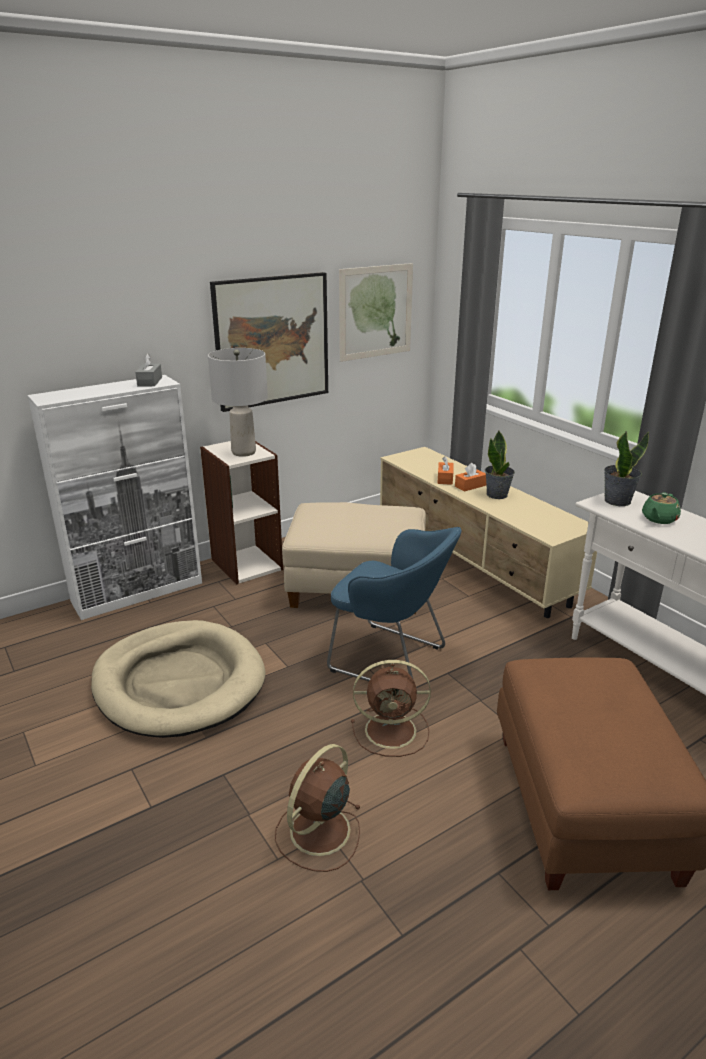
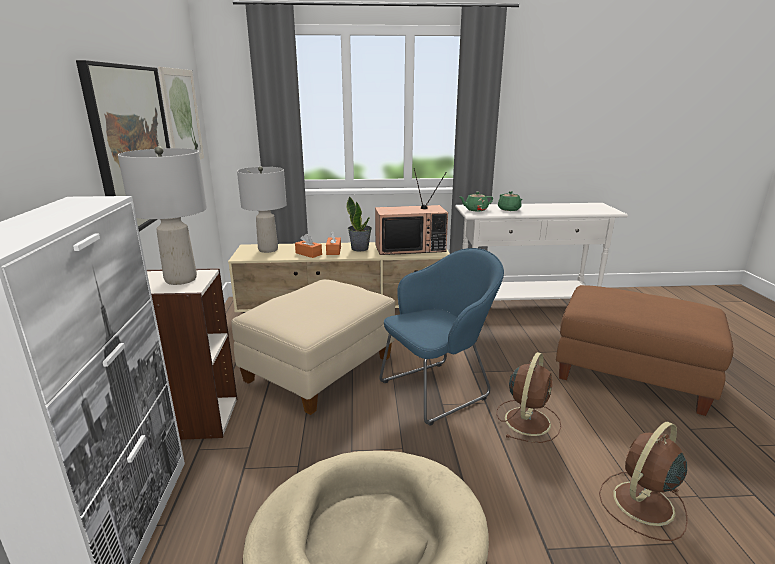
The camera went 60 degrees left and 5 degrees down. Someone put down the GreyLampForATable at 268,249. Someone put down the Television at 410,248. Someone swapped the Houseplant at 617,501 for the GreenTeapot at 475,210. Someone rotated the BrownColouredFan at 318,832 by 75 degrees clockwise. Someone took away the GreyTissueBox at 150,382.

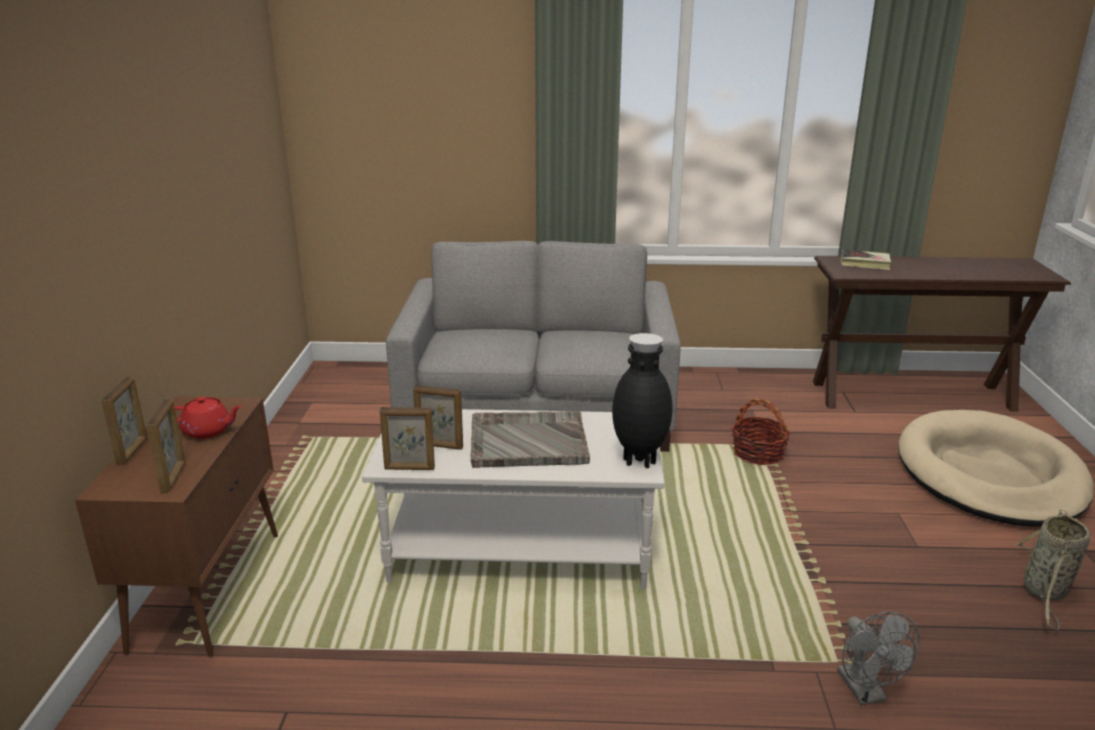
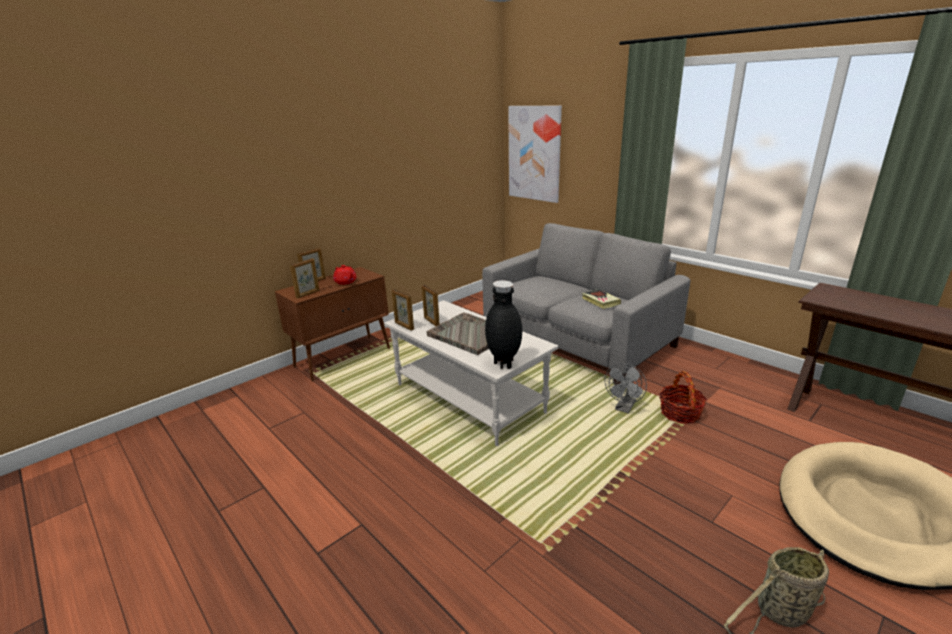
The camera went 45 degrees right and 0 degrees up. Someone put up the WallPicture at 534,153. Someone carried the BoundBook from 865,263 to 600,301. Someone carried the GreyFan from 866,692 to 624,408.

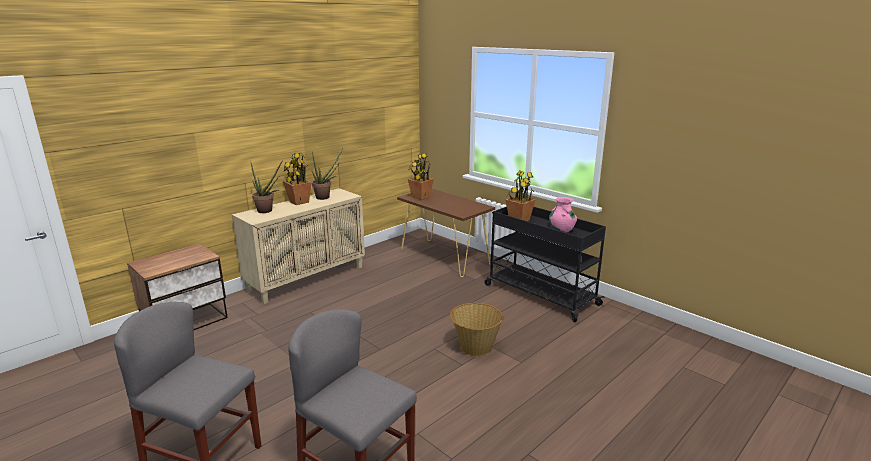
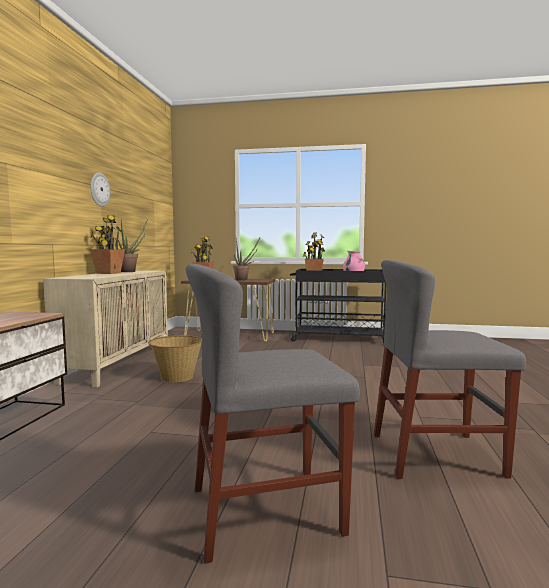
The camera went 35 degrees left and 15 degrees down. Someone put up the WallClock at 99,189. Someone carried the HouseholdBasket from 475,347 to 176,377. Someone carried the Houseplant from 268,211 to 244,279.

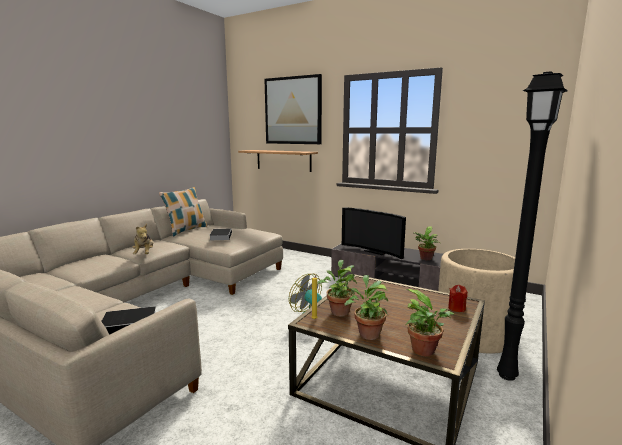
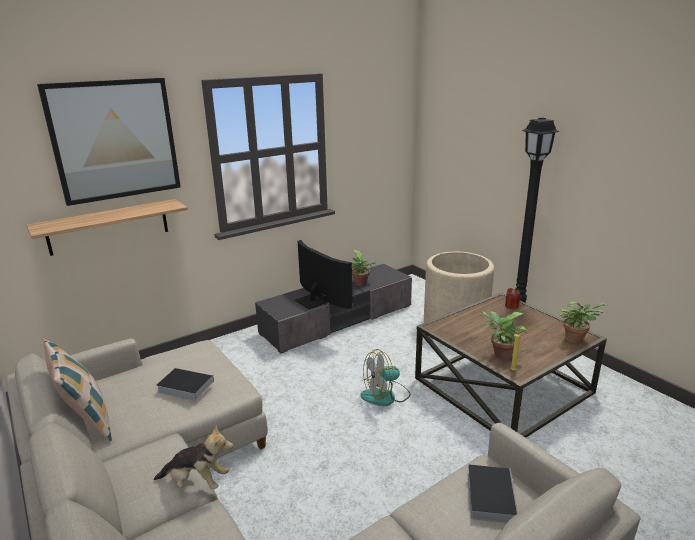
The camera went 65 degrees left and 10 degrees up. Someone rotated the Television at 375,251 by 105 degrees counterclockwise. Someone took away the Houseplant at 367,333.

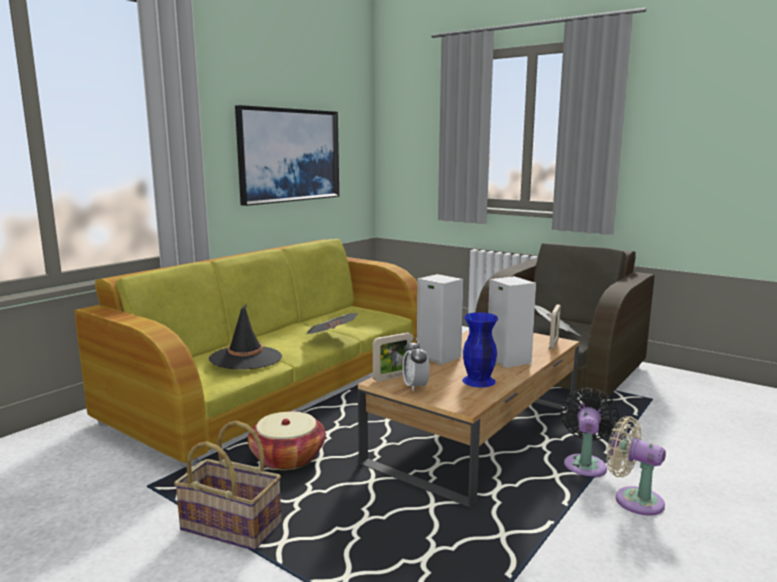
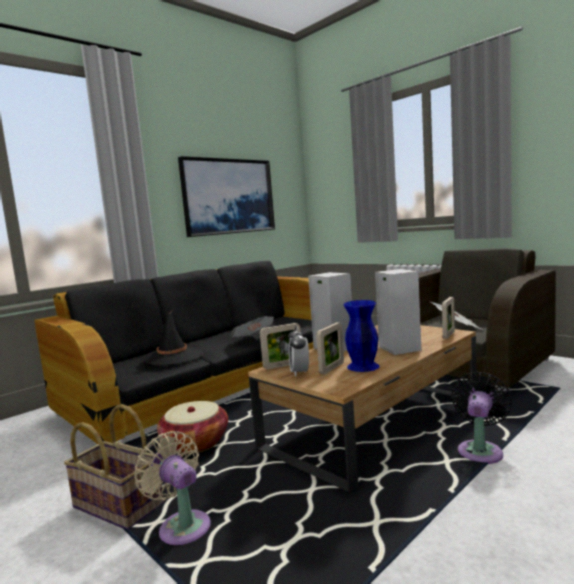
The camera went 10 degrees right and 5 degrees down. Someone repainted the GreenCouch at 279,385, which became the BlackCouch at 213,382. Someone carried the BeigeColouredFan from 633,499 to 182,526. Someone put down the PhotoFrame at 332,368.

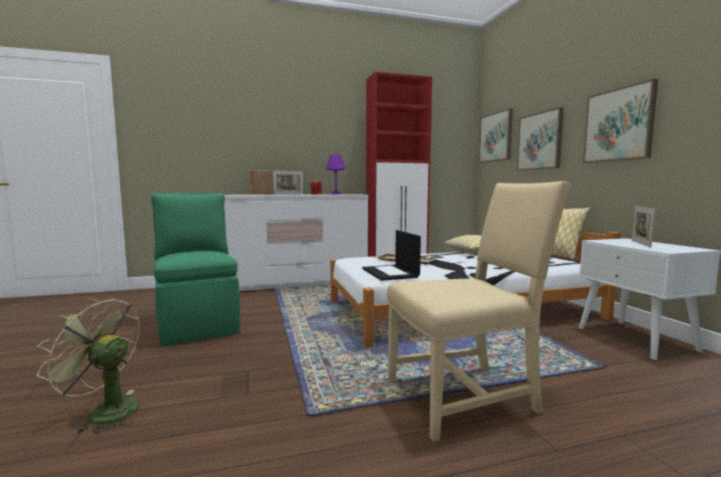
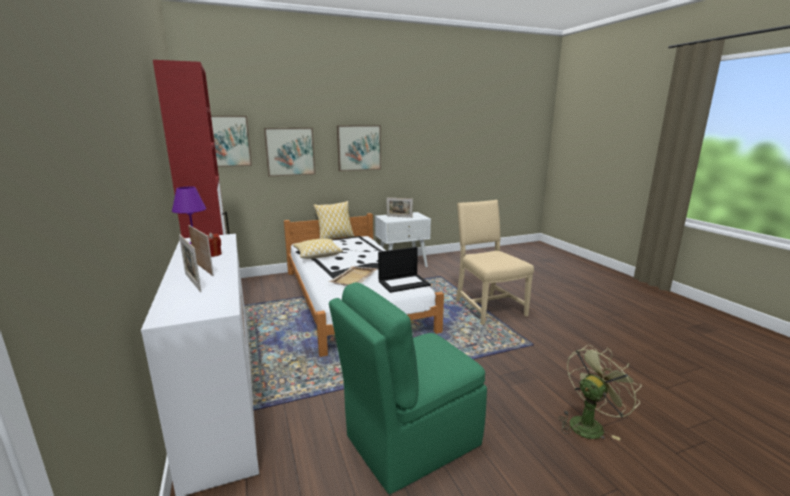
The camera went 95 degrees left and 10 degrees up. Someone rotated the GreenFan at 104,411 by 135 degrees counterclockwise.

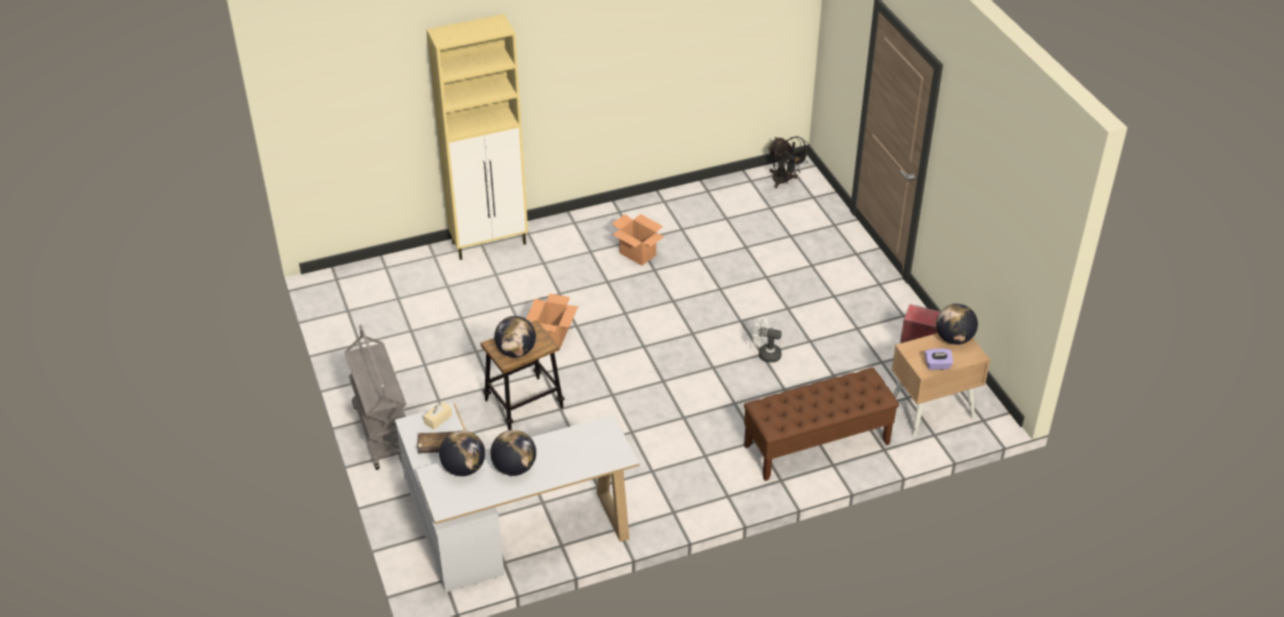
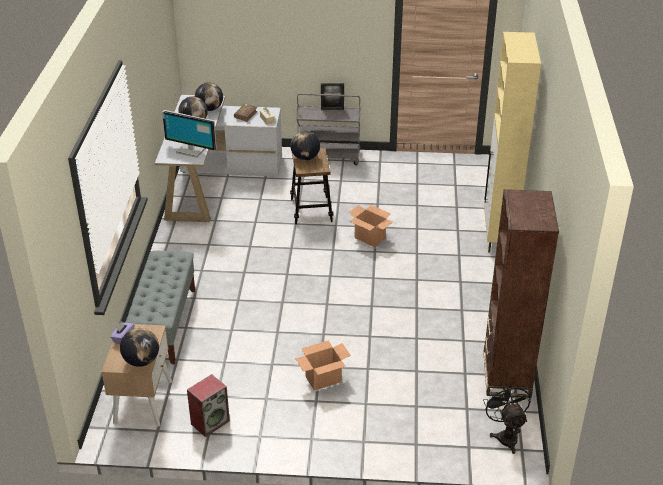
The camera went 115 degrees right and 5 degrees down. Someone repainted the BrownColouredBench at 816,445, which became the GreyBench at 165,324. Someone put down the Monitor at 191,150. Someone carried the CardboardBox from 638,254 to 323,379. Someone put down the PhotoFrame at 332,109. Someone rotated the BlackFan at 784,181 by 90 degrees clockwise. Someone put down the BrownColouredBookcase at 506,374. Someone took away the WhitishFan at 765,354.

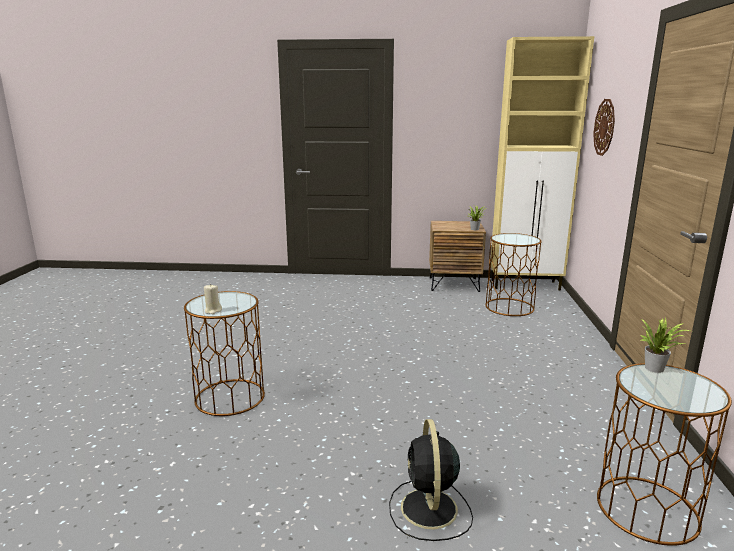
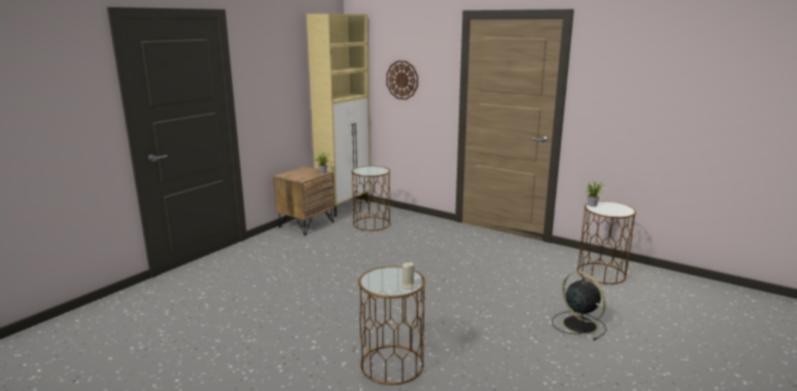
The camera went 60 degrees left and 0 degrees up. Someone rotated the BlackFan at 429,510 by 150 degrees counterclockwise.

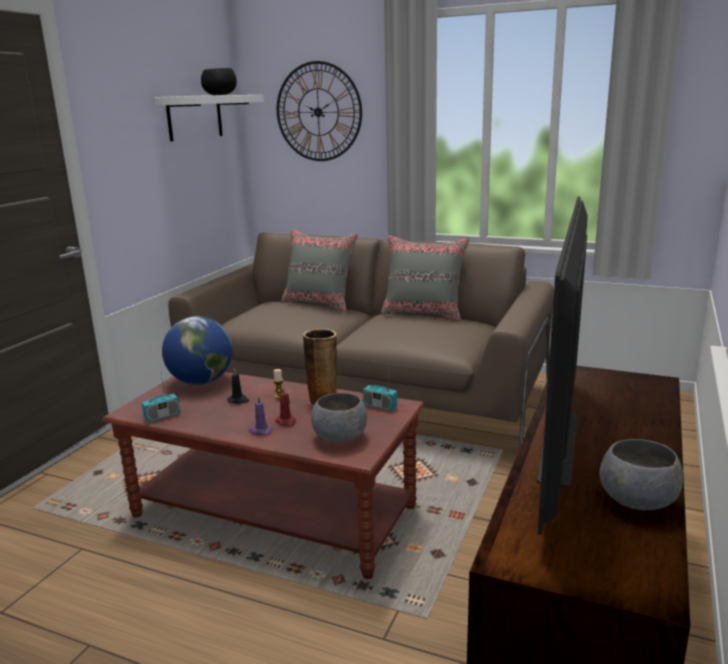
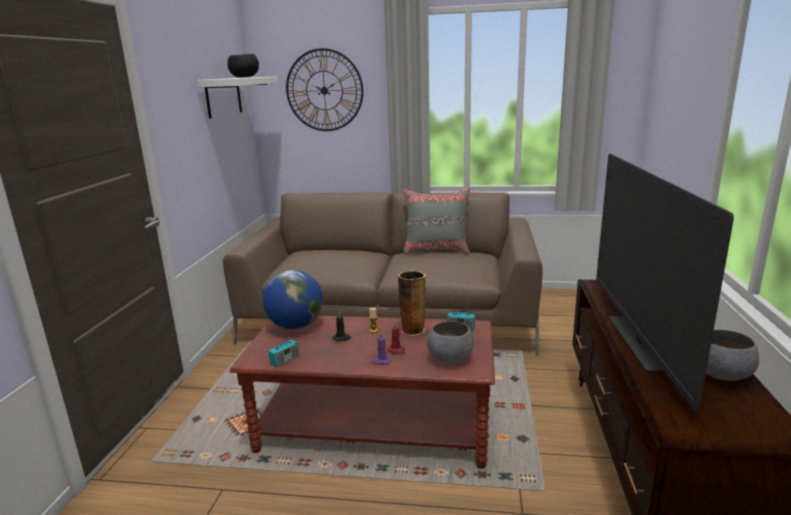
The camera went 15 degrees left and 0 degrees up. Someone took away the GreyCushion at 319,304.

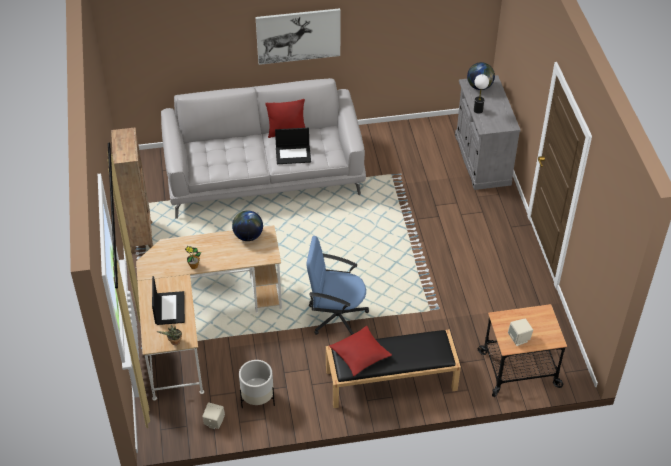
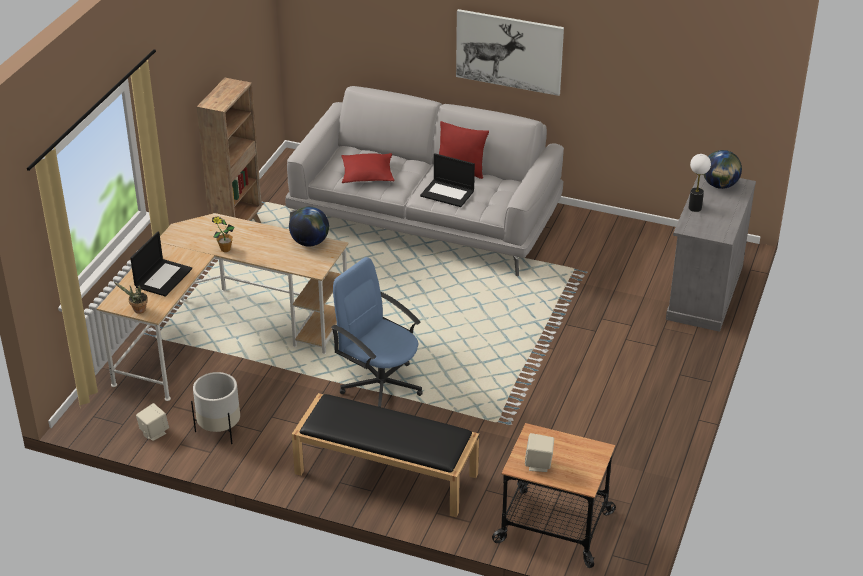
The camera went 30 degrees right and 10 degrees down. Someone carried the RedColouredCushion from 360,354 to 367,174.

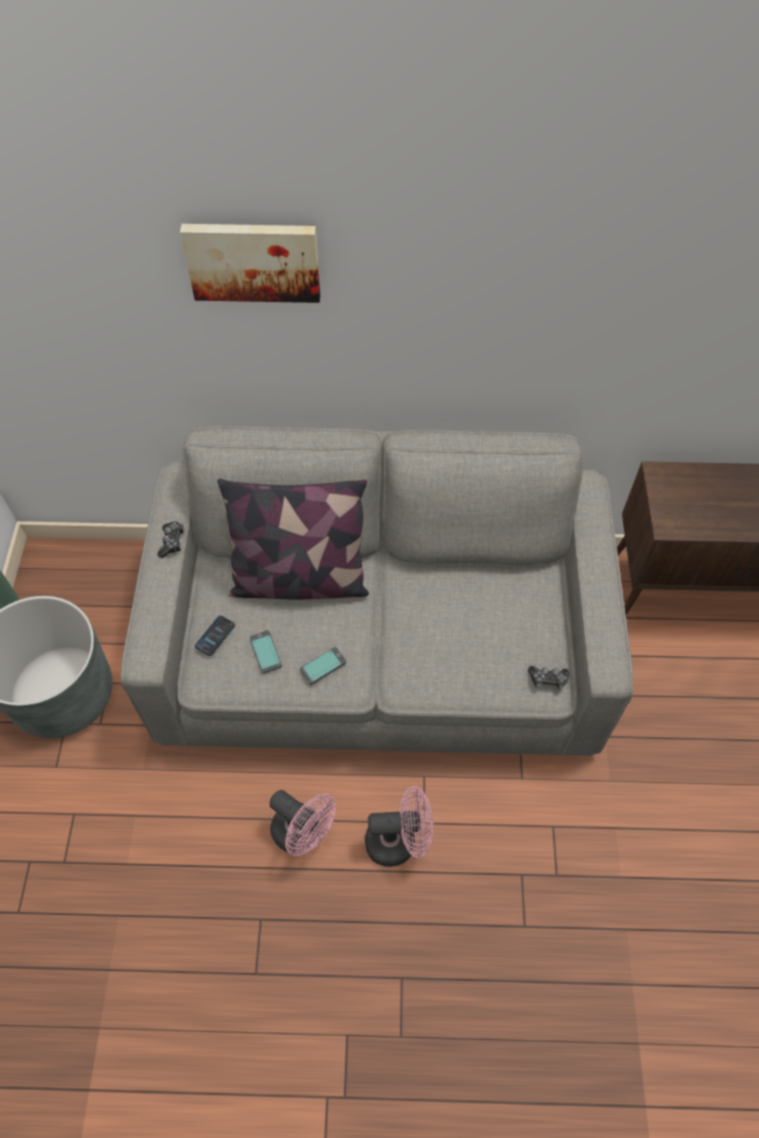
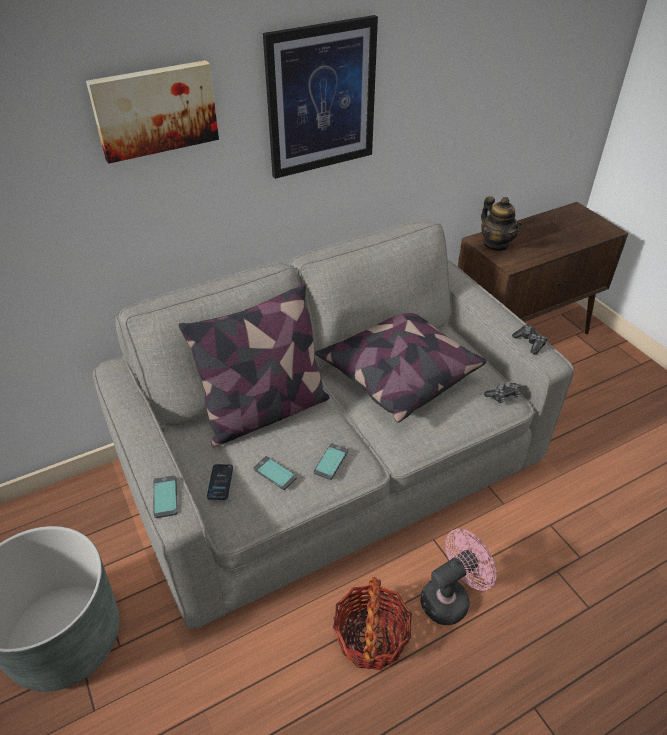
The camera went 30 degrees left and 15 degrees down. Someone put down the Handset at 165,497. Someone put up the WallPicture at 321,98. Someone put down the Cushion at 397,375. Someone swapped the PinkColouredFan at 303,834 for the HouseholdBasket at 371,637. Someone put down the Teapot at 496,244. Someone carried the Gamepad from 172,542 to 529,342.

